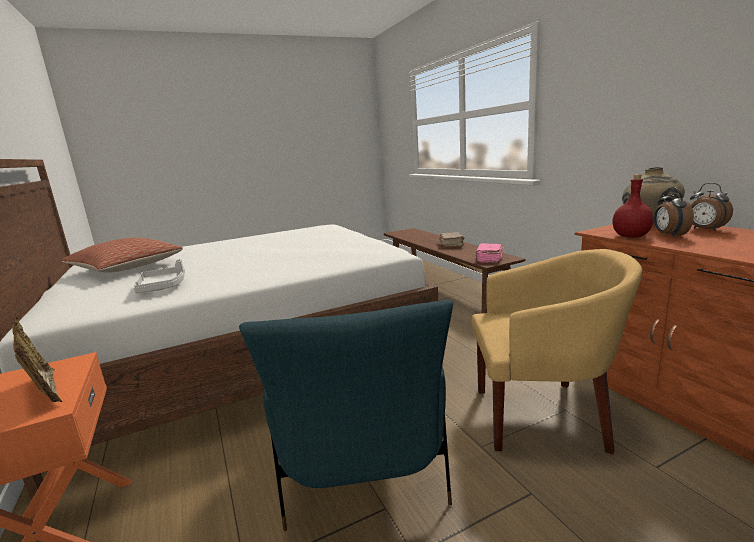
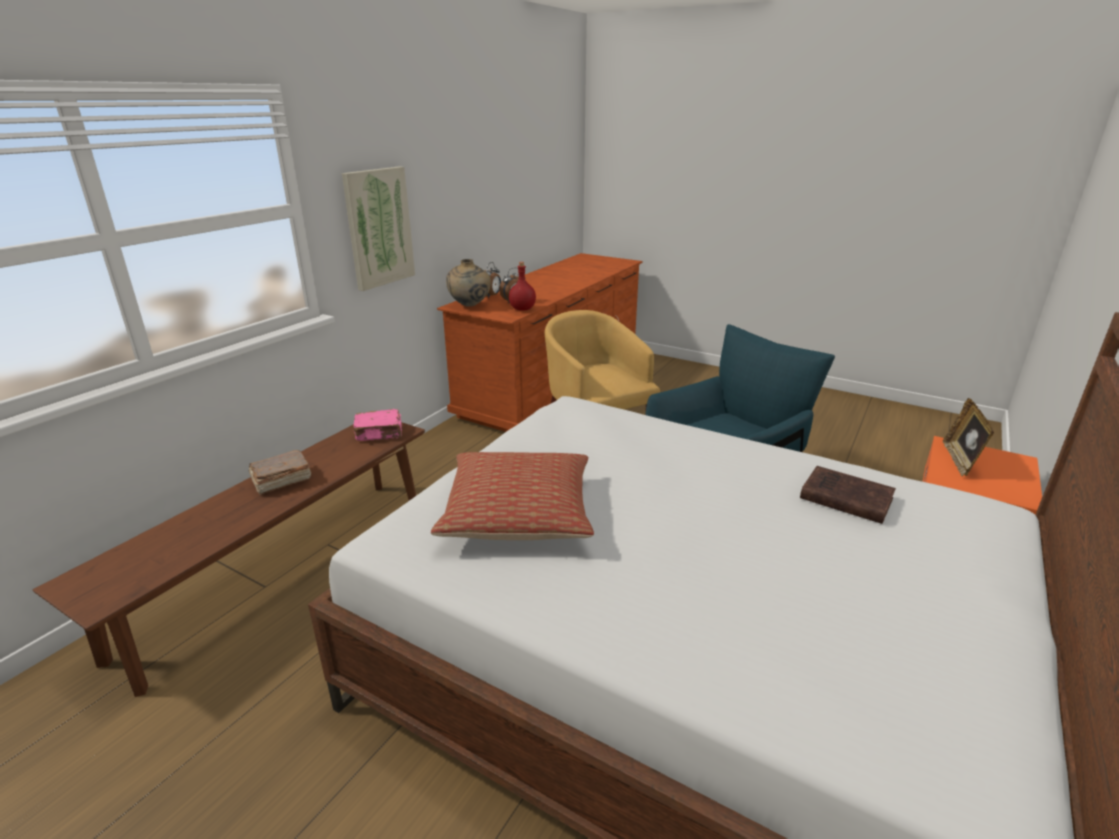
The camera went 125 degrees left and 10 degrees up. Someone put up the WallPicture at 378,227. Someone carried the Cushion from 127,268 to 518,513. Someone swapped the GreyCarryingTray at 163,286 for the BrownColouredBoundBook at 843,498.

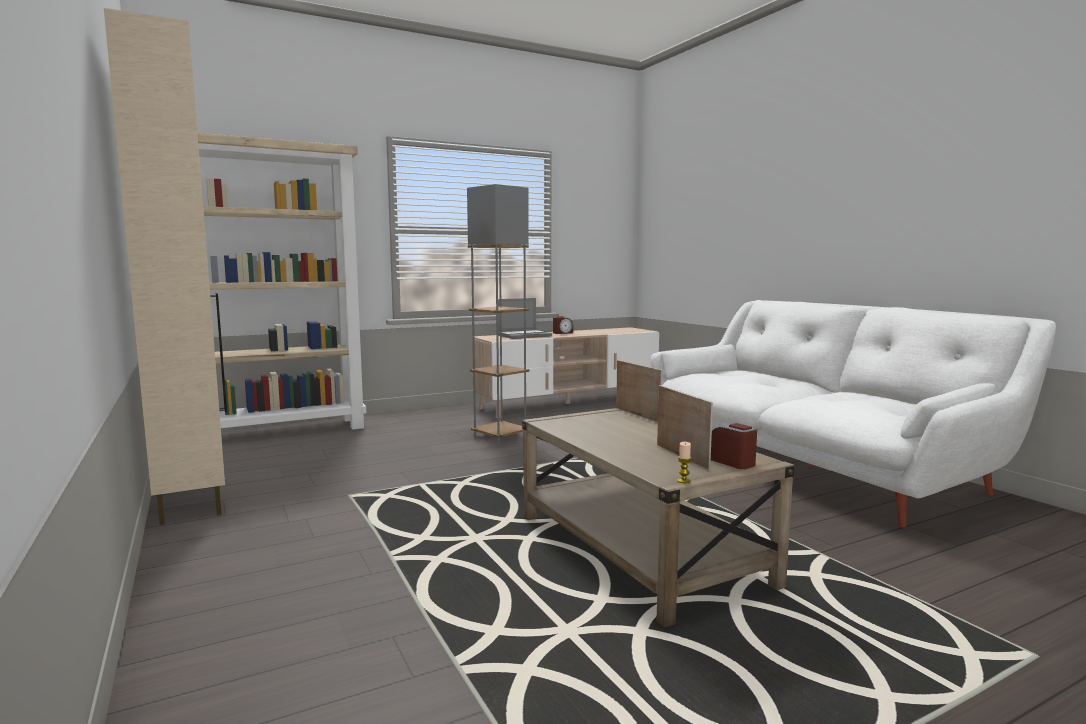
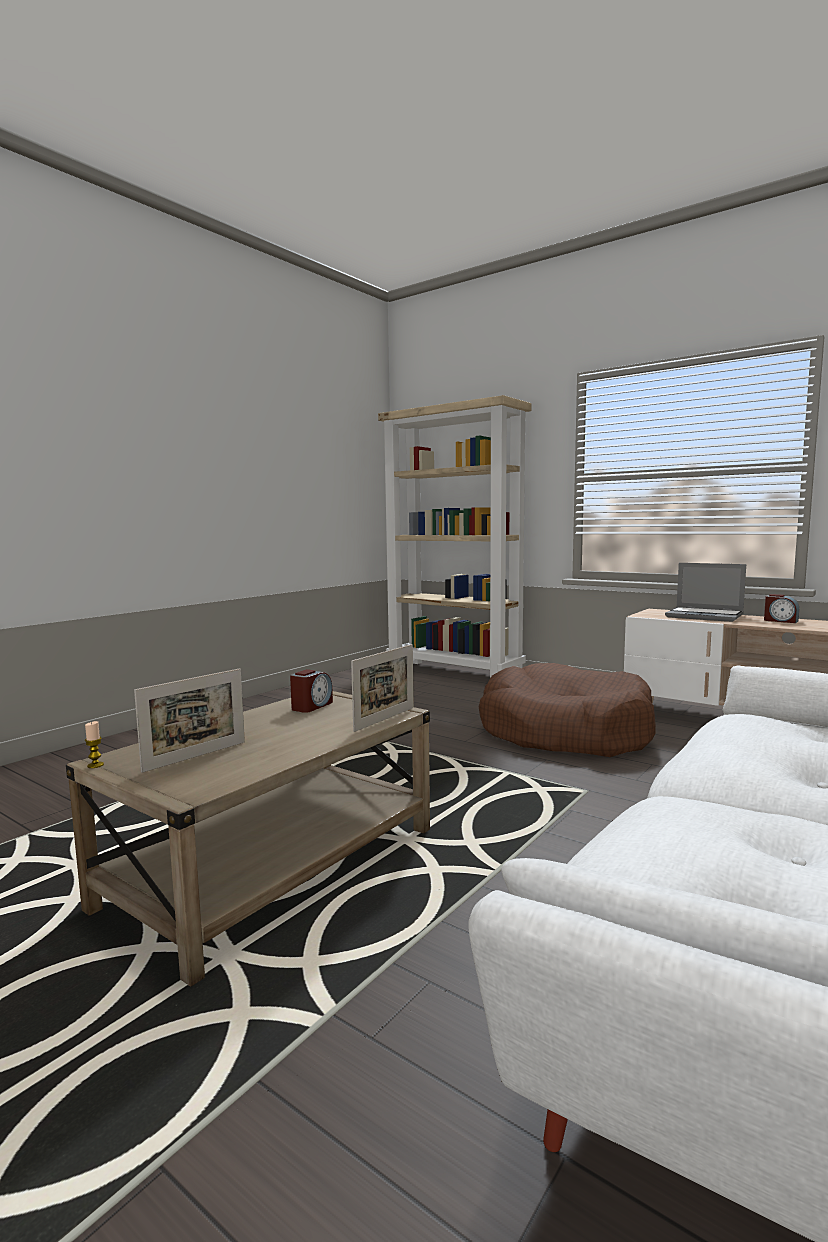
The camera went 65 degrees right and 0 degrees up. Someone carried the AlarmClock from 732,462 to 311,706. Someone swapped the GreyStandingLamp at 500,436 for the BrownColouredDogBed at 564,732. Someone took away the BeigeColouredCupboard at 192,498.

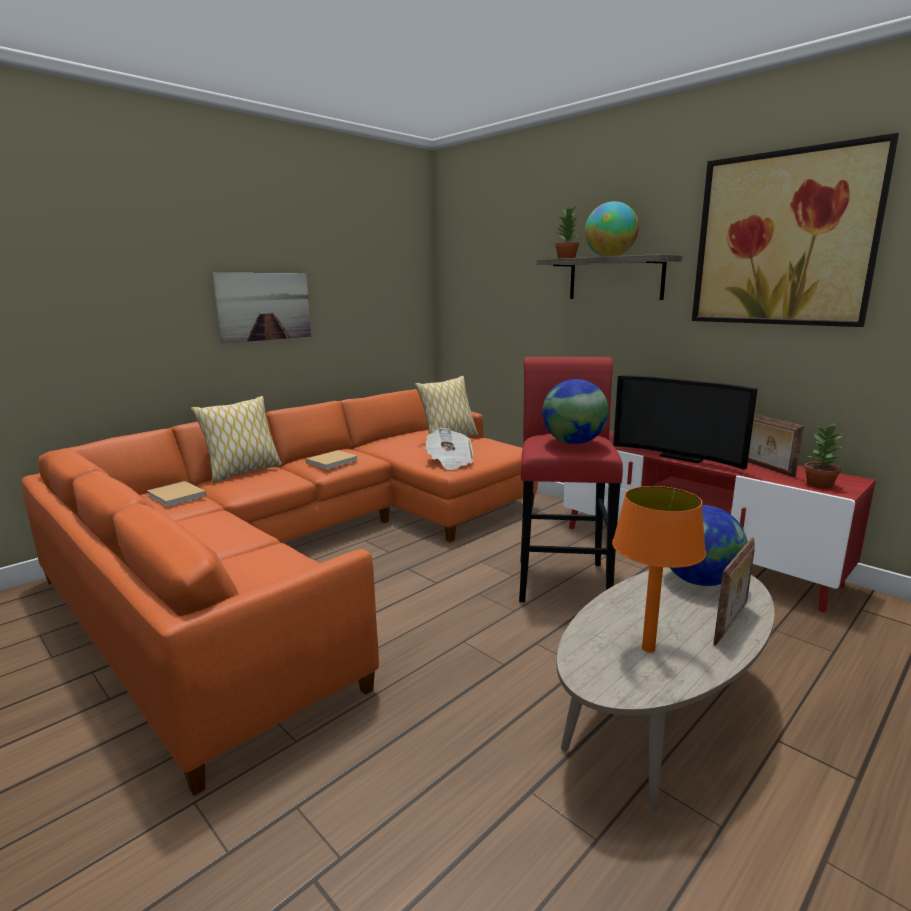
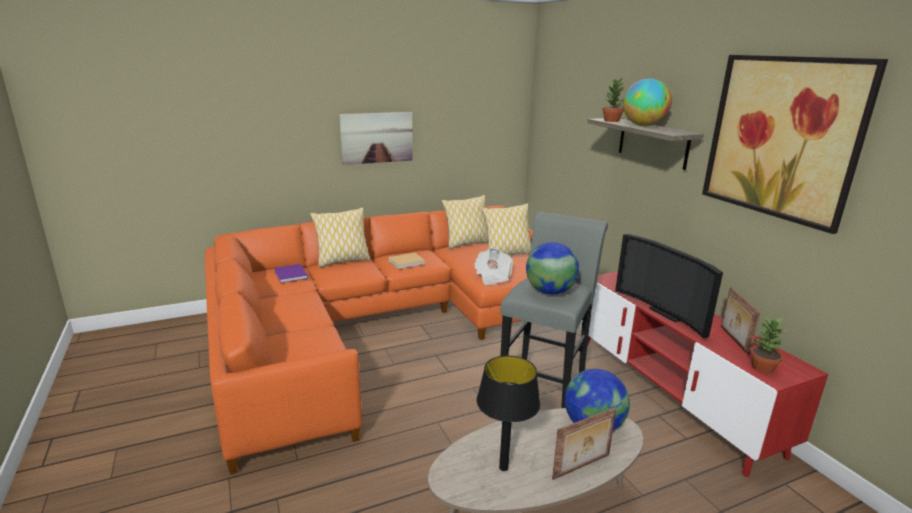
The camera went 20 degrees right and 5 degrees up. Someone repainted the BeigeColouredBoundBook at 177,496, which became the PurpleColouredBoundBook at 291,275. Someone put down the Cushion at 466,244. Someone repainted the OrangeColouredLampForATable at 648,648, which became the BlackLampForATable at 504,467. Someone repainted the RedColouredStoolSeat at 562,577, which became the GreyStoolSeat at 544,390.

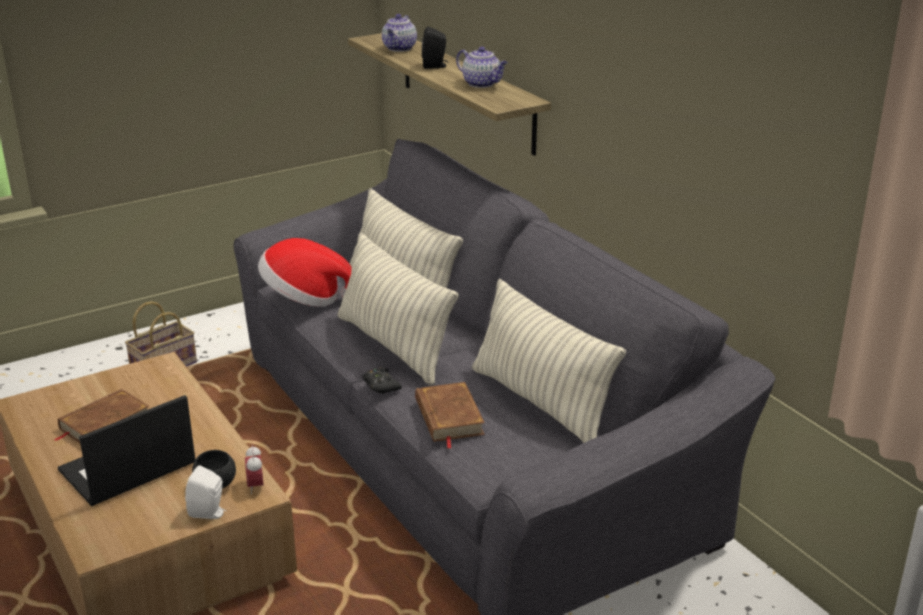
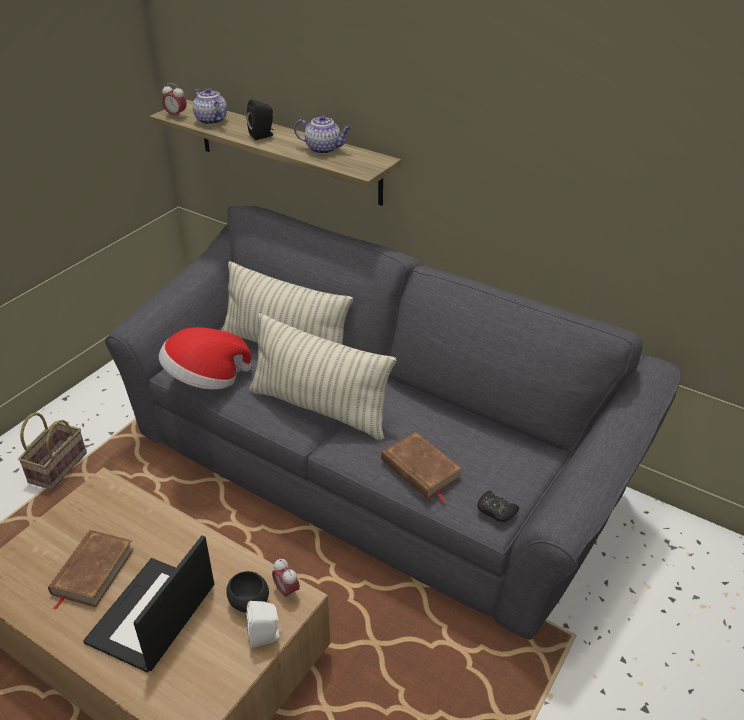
The camera went 25 degrees left and 10 degrees up. Someone put down the AlarmClock at 176,115. Someone rotated the Teapot at 399,48 by 150 degrees clockwise. Someone carried the BlackGamepad from 381,385 to 496,510. Someone took away the Cushion at 540,403.

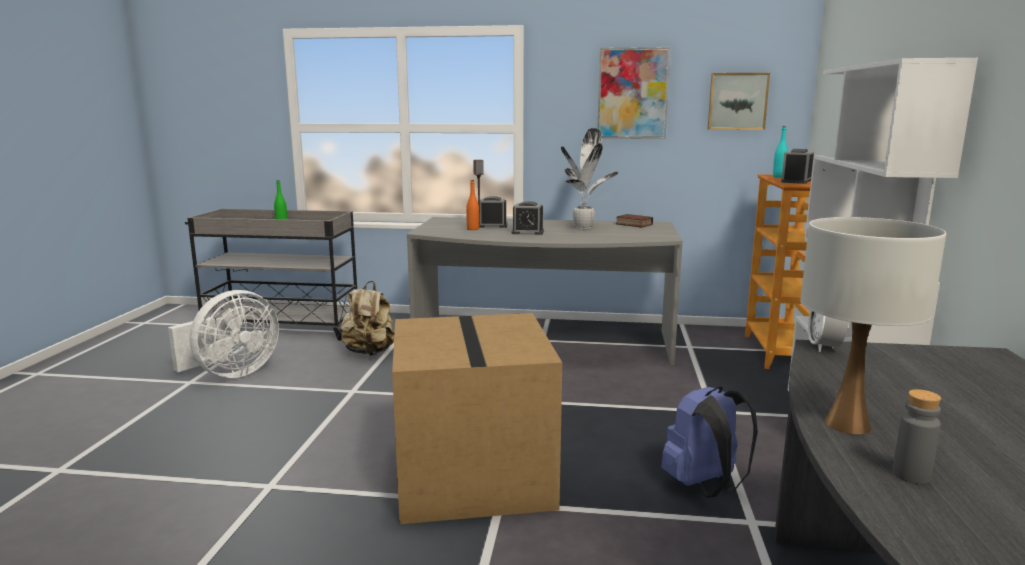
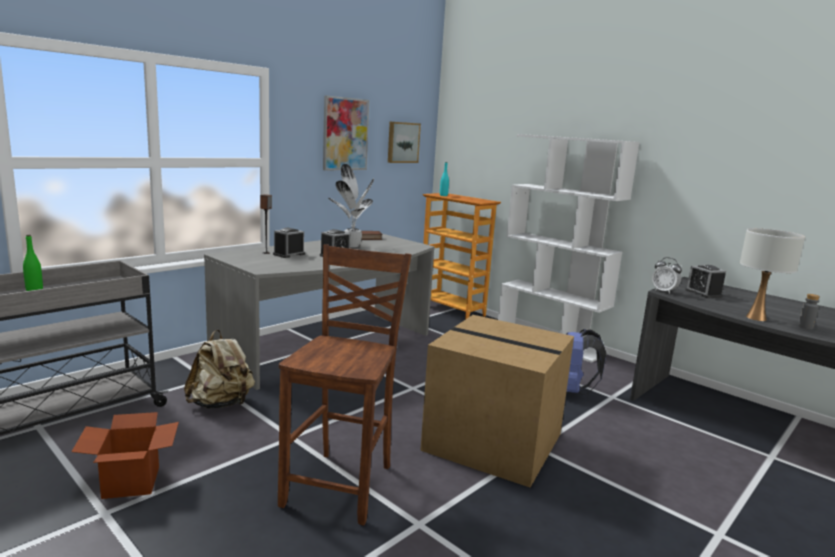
The camera went 55 degrees left and 0 degrees up. Someone swapped the WhitishFan at 231,373 for the CardboardBox at 131,482. Someone put down the BrownColouredPlainChair at 342,485. Someone carried the AlarmClock from 796,181 to 703,293. Someone took away the OrangeColouredBottle at 473,229.

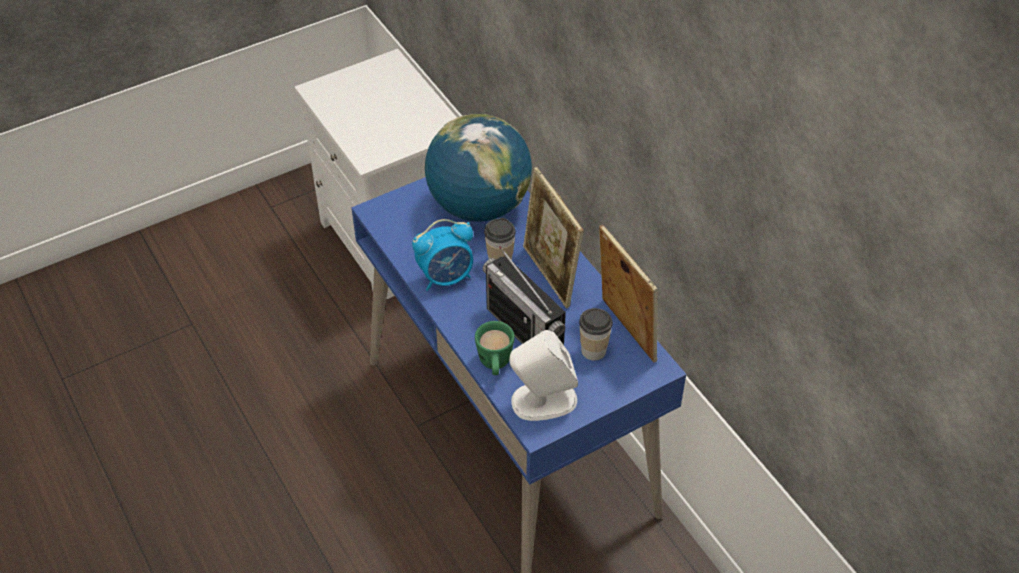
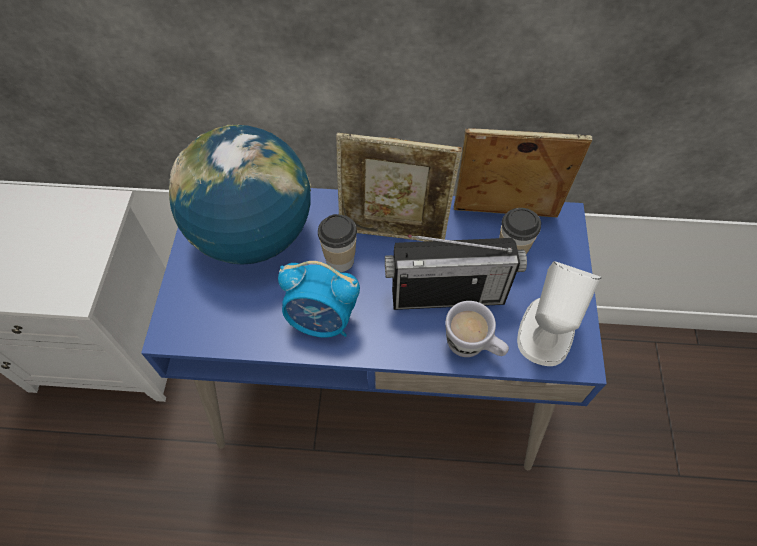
The camera went 55 degrees left and 10 degrees up. Someone rotated the AlarmClock at 446,277 by 90 degrees clockwise. Someone repainted the GreenTeaMug at 495,365, which became the WhitishTeaMug at 473,346.

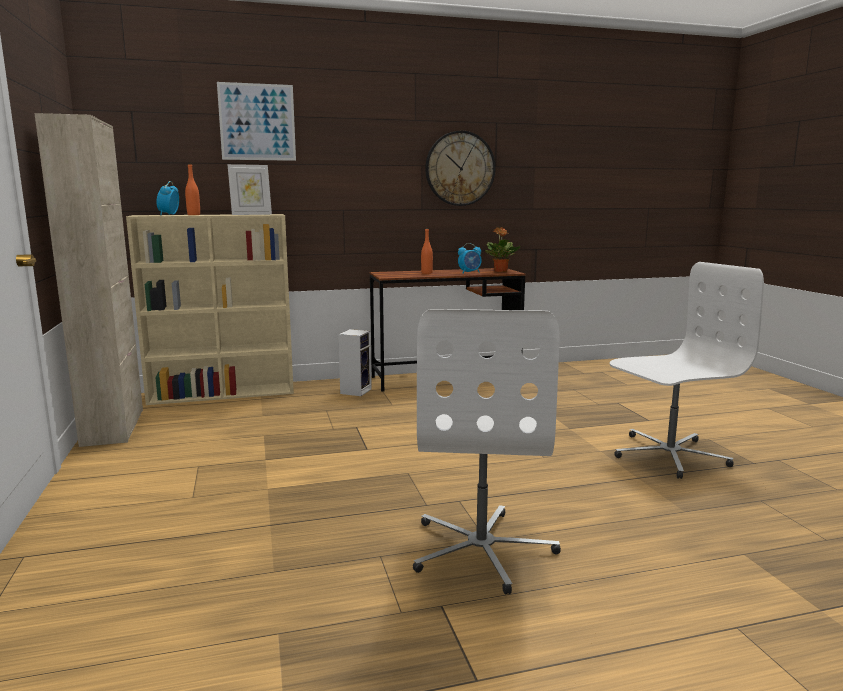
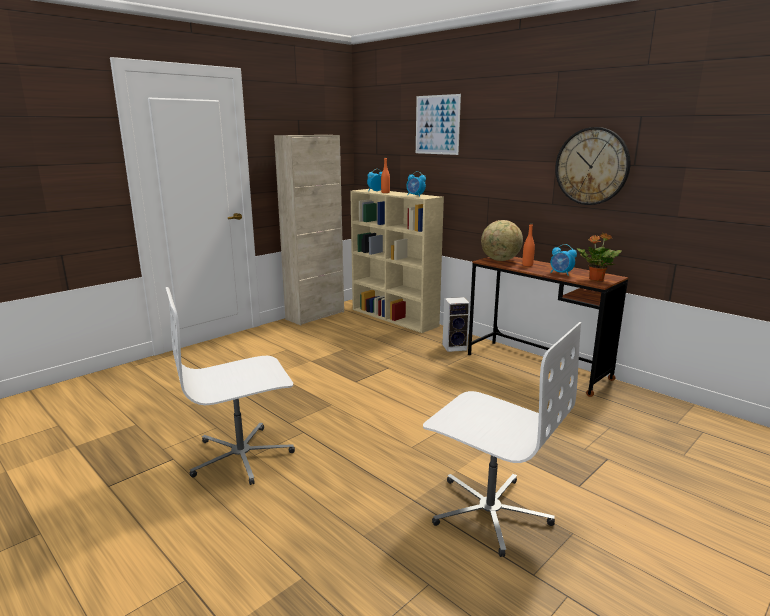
The camera went 60 degrees right and 5 degrees up. Someone swapped the PhotoFrame at 251,214 for the AlarmClock at 415,196. Someone put down the DeskGlobe at 500,260.

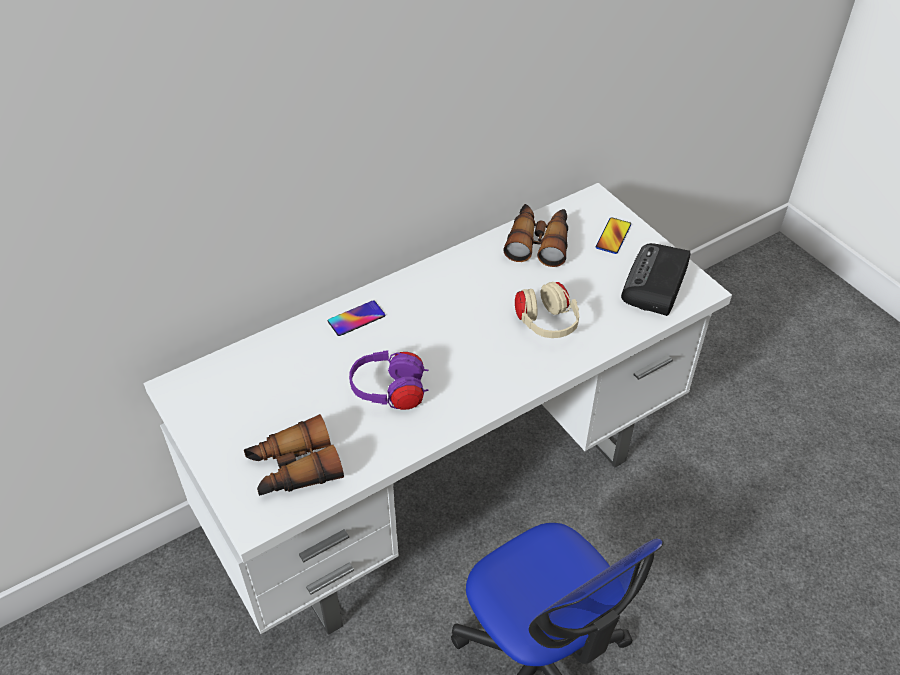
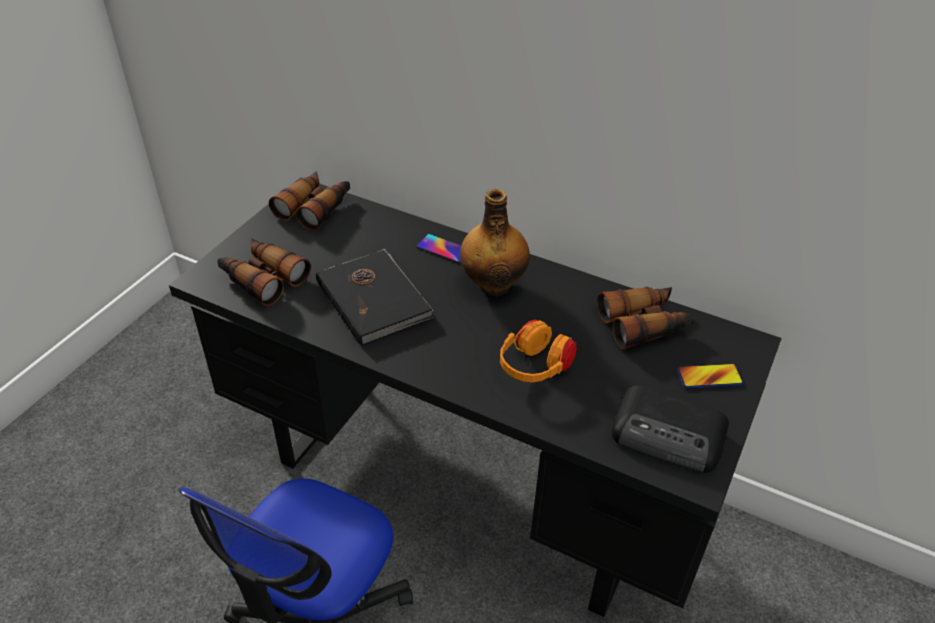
The camera went 60 degrees right and 5 degrees down. Someone repainted the WhitishDeskTable at 449,491, which became the BlackDeskTable at 466,482. Someone put down the Binoculars at 315,207. Someone swapped the PurpleColouredHeadphones at 390,392 for the BlackBoundBook at 375,299. Someone put down the Bottle at 493,284. Someone repainted the BeigeColouredHeadphones at 546,324, which became the OrangeColouredHeadphones at 535,368. Someone rotated the RadioReceiver at 655,284 by 150 degrees counterclockwise.

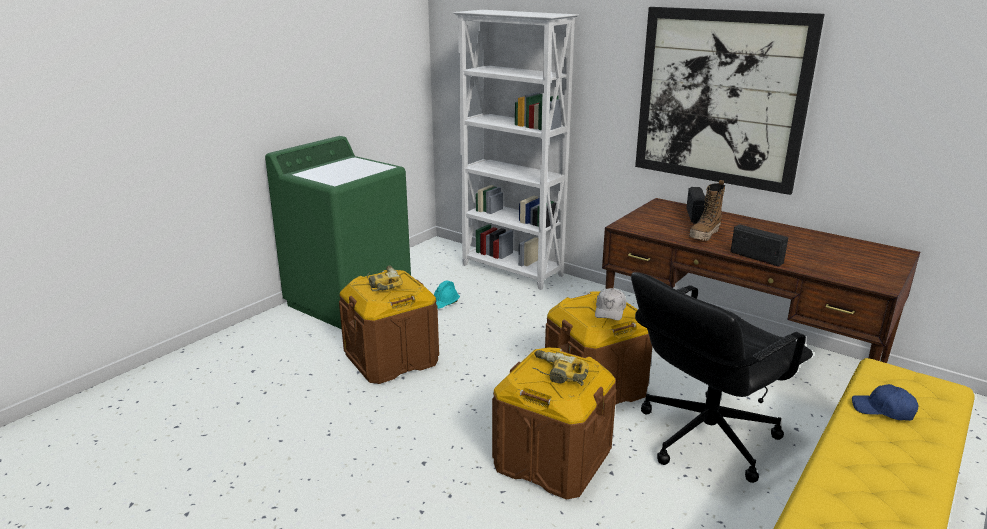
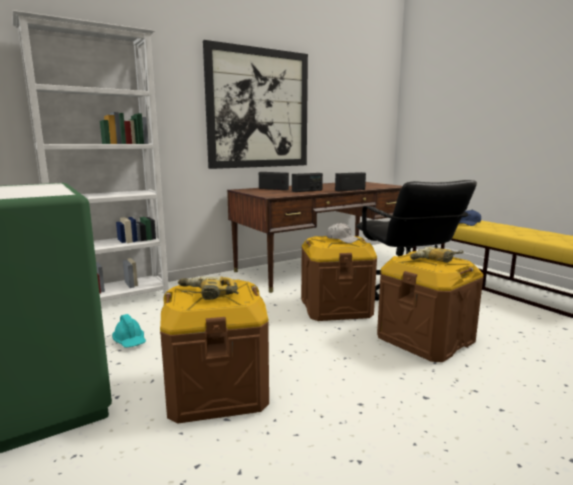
The camera went 70 degrees left and 10 degrees down. Someone swapped the TallBoot at 705,235 for the RadioReceiver at 307,191.

